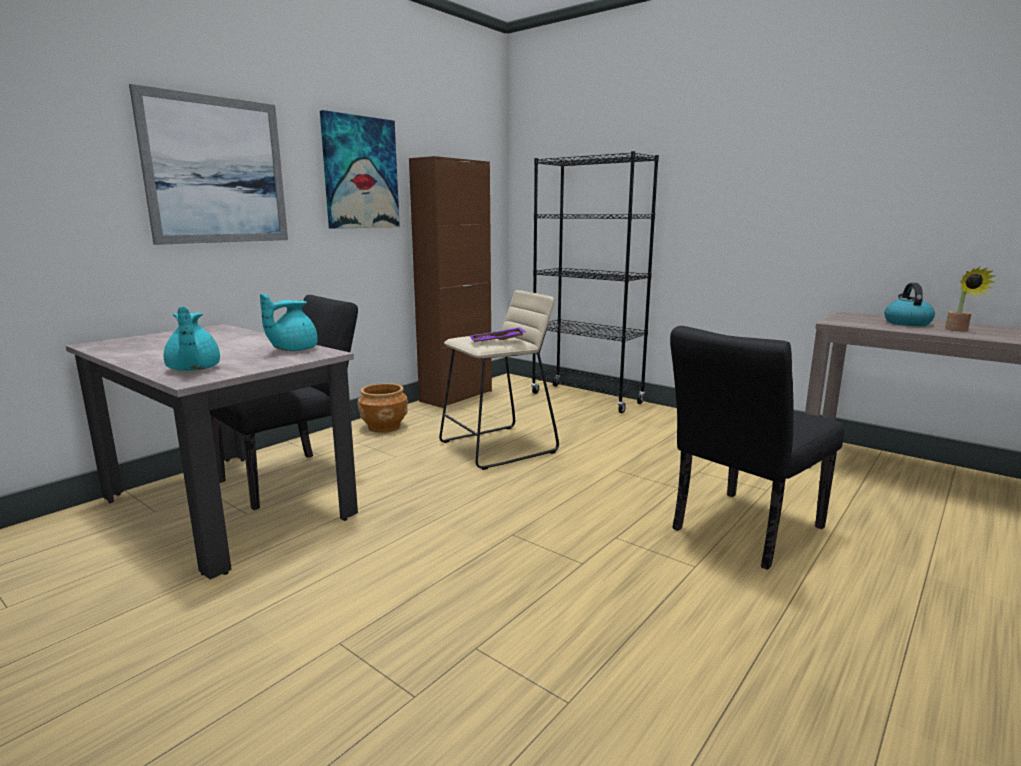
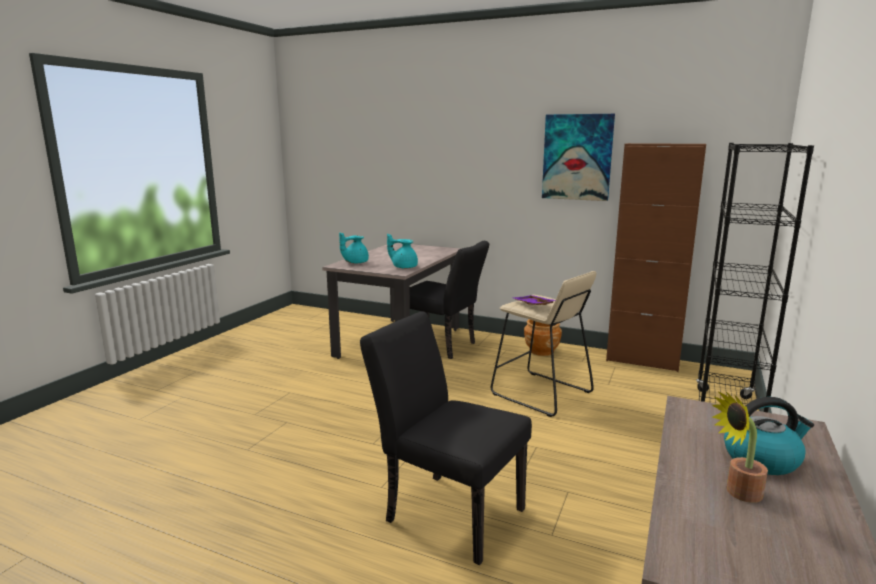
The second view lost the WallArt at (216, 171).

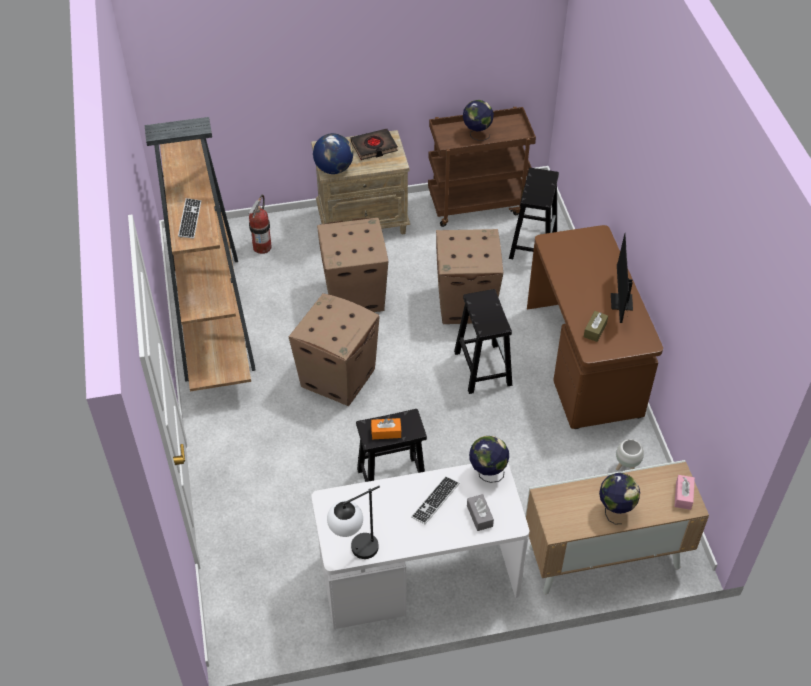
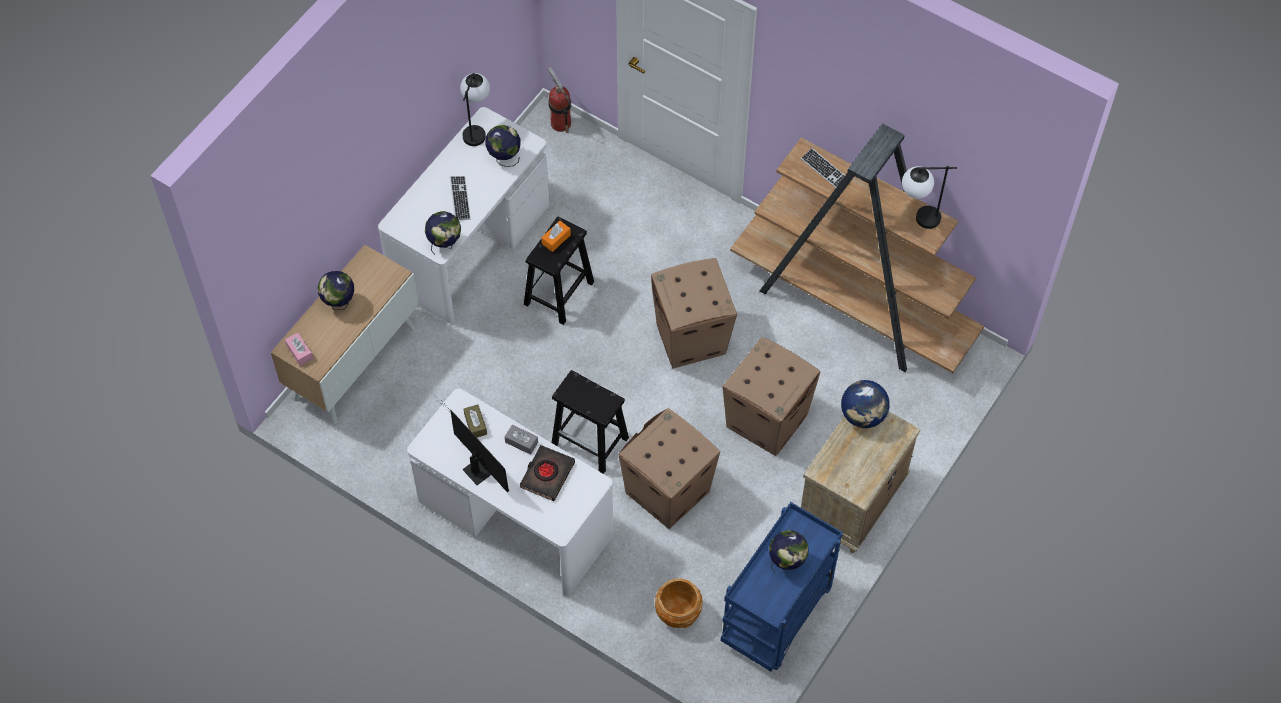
The second view lost the WhiteColouredPlanter at (626, 468).
The second view gained the Globe at (504, 158).
The second view gained the LampForATable at (917, 218).
The FireExtinguisher ended up elsewhere, having gone from (262, 247) to (560, 123).
The BlackColouredBook ended up elsewhere, having gone from (374, 147) to (547, 475).
The GrayTissueHolder ended up elsewhere, having gone from (479, 516) to (521, 442).
Where the BlackColouredSittingStool stood at (533, 243), the BrownPlanter came to stand at (678, 613).
What was the BrownWheeledCart at (477, 203) turned into the BlueWheeledCart at (777, 617).
What was the BrownDeskTable at (584, 361) turned into the WhiteColouredDeskTable at (514, 519).

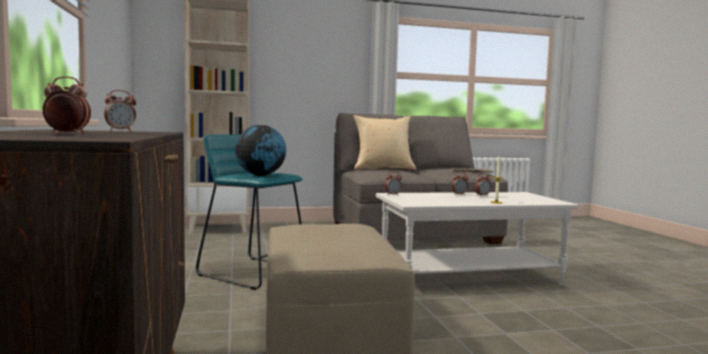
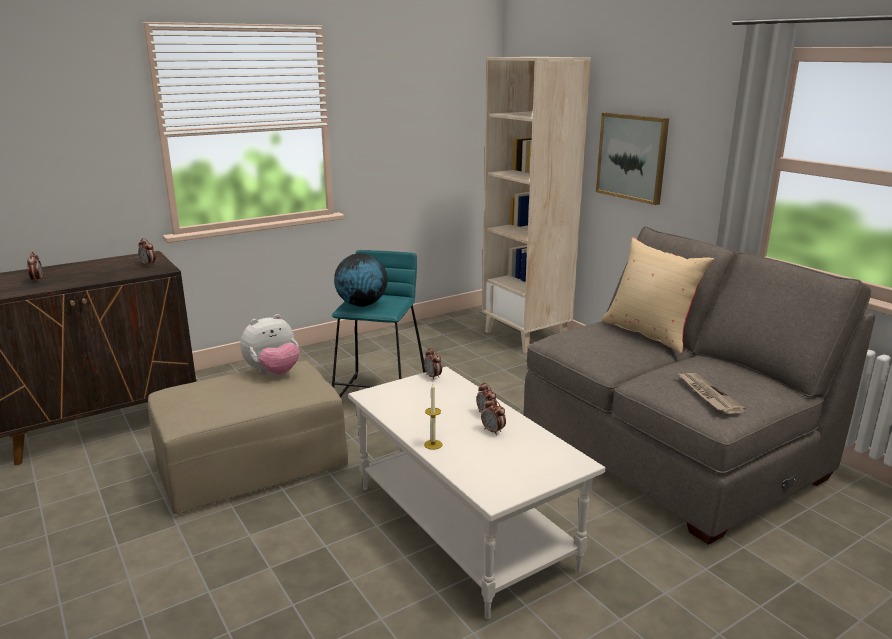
The second view gained the SoftToy at (273, 373).
The second view gained the WallArt at (632, 157).

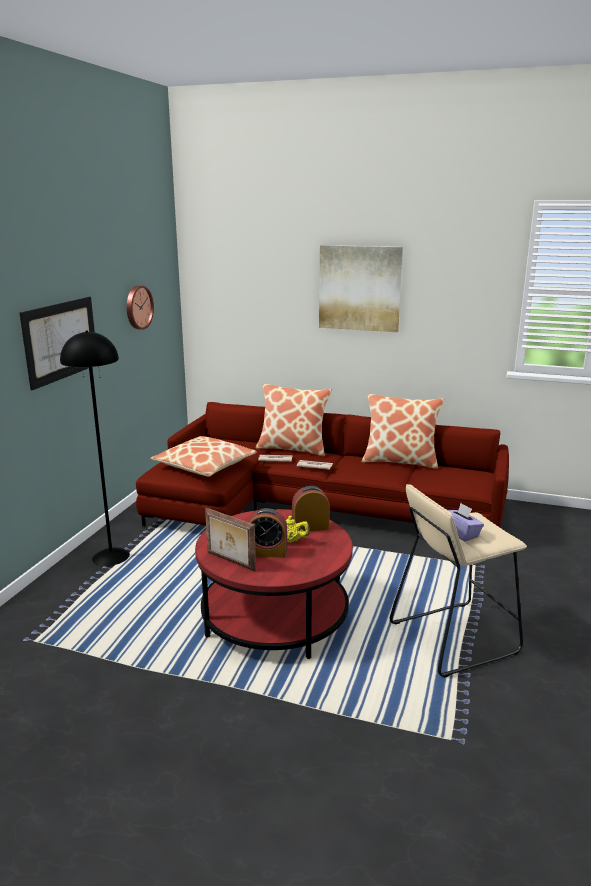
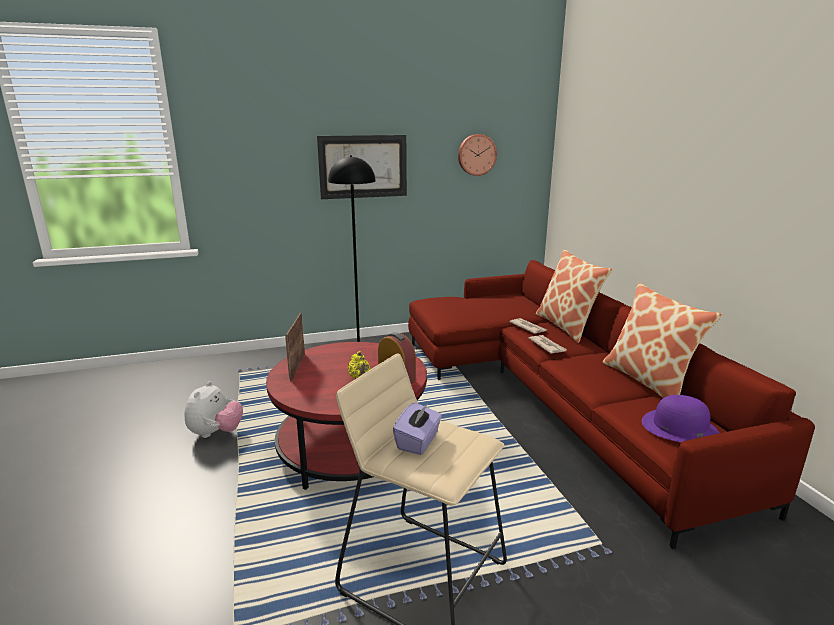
The second view lost the Pillow at (204, 465).
The second view lost the AlarmClock at (267, 552).
The second view lost the WallArt at (359, 288).
The second view gained the SoftToy at (216, 433).
The second view gained the PurpleColouredWearableHat at (679, 428).

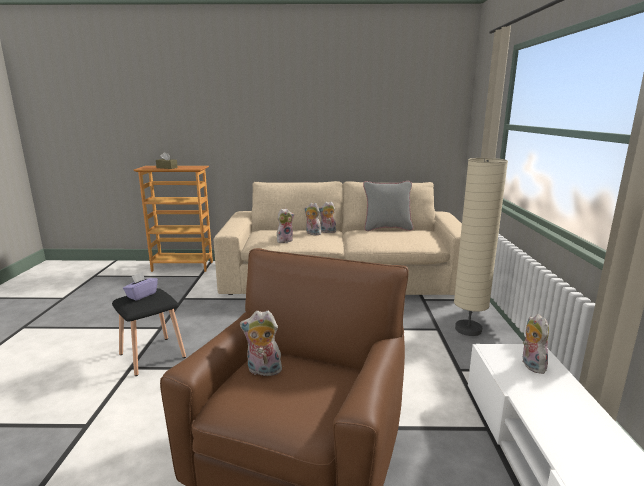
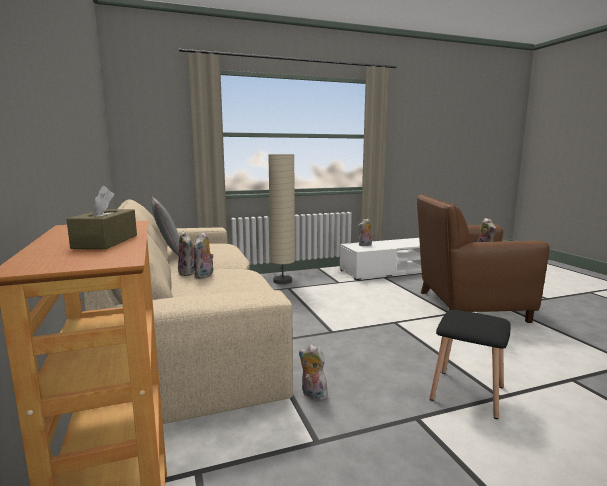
The second view lost the PurpleColouredTissueHolder at (141, 295).
The SoftToy ended up elsewhere, having gone from (285, 240) to (312, 395).

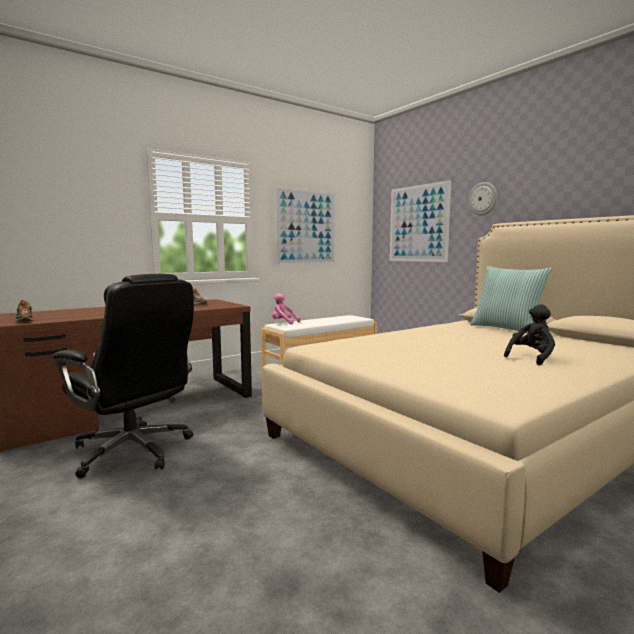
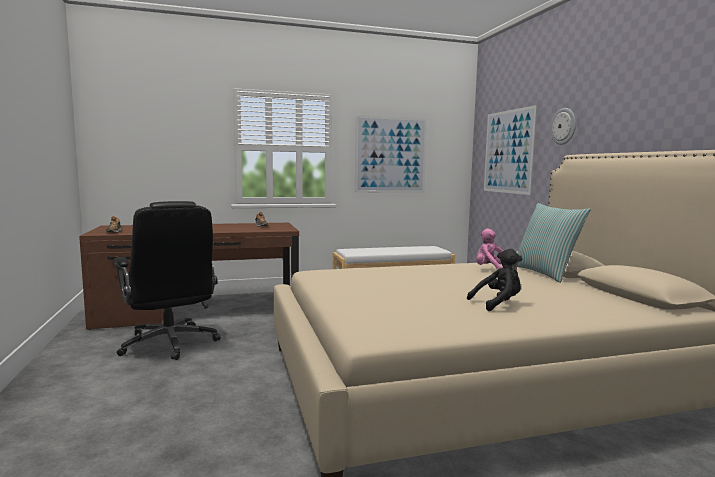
The PinkColouredSoftToy ended up elsewhere, having gone from (283, 323) to (491, 270).

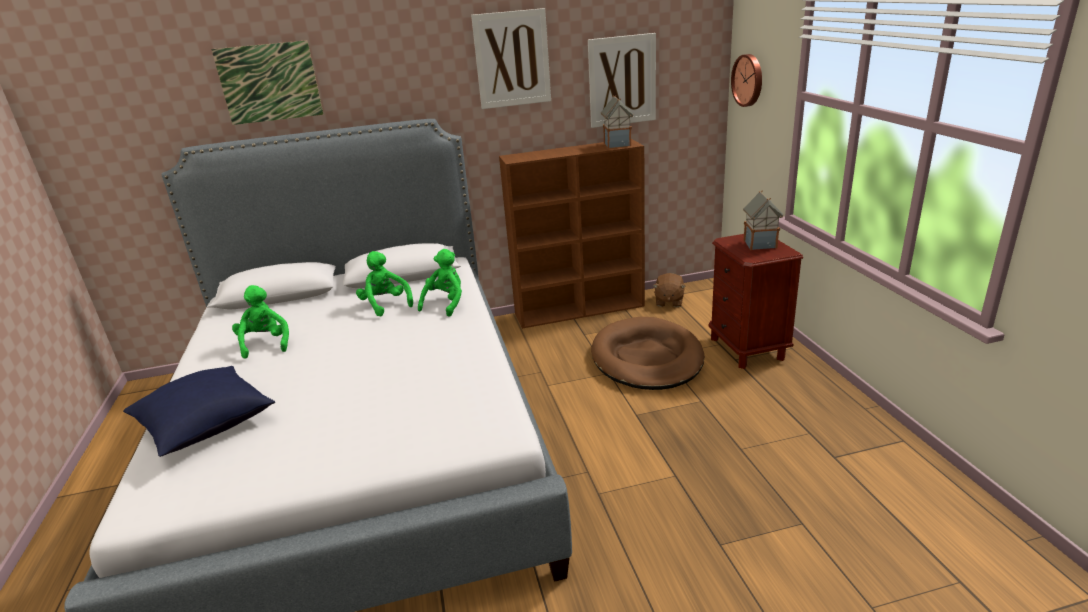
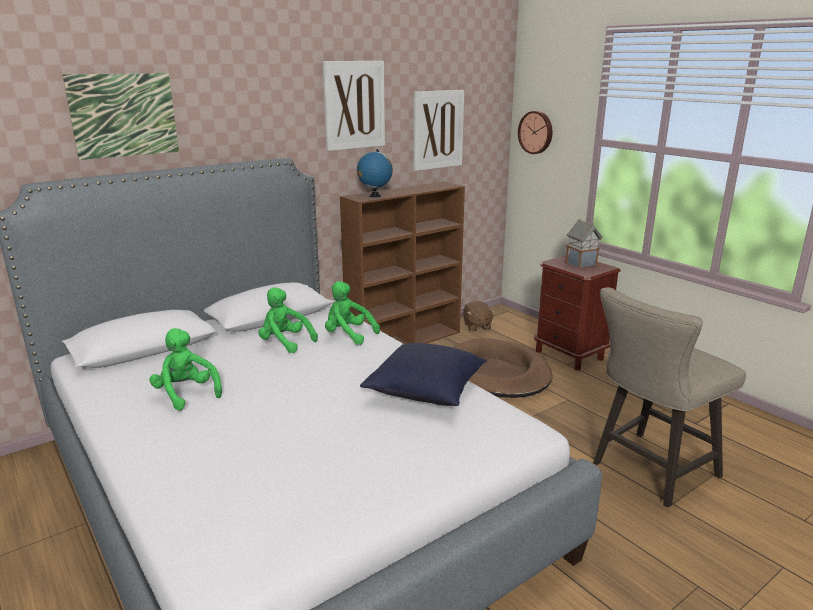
The second view lost the MiniatureHouse at (617, 145).
The second view gained the Globe at (375, 196).
The second view gained the BeigeSittingStool at (649, 472).
The BluePillow ended up elsewhere, having gone from (206, 426) to (426, 392).
The GreenishSoftToy at (445, 303) ended up facing another way, 60 degrees counterclockwise from before.

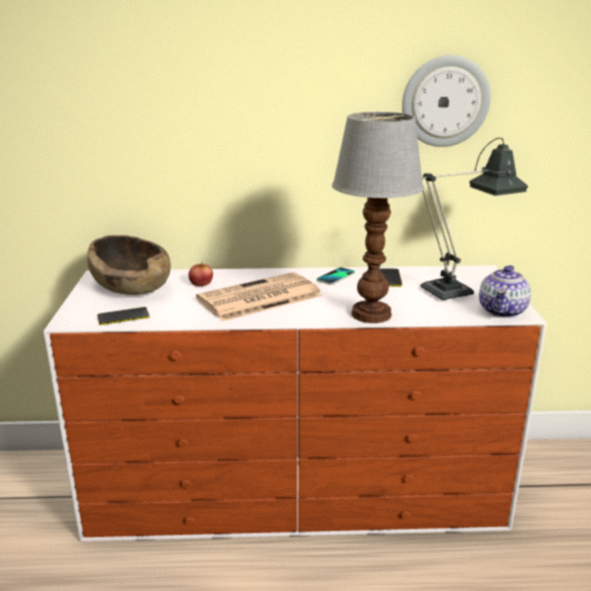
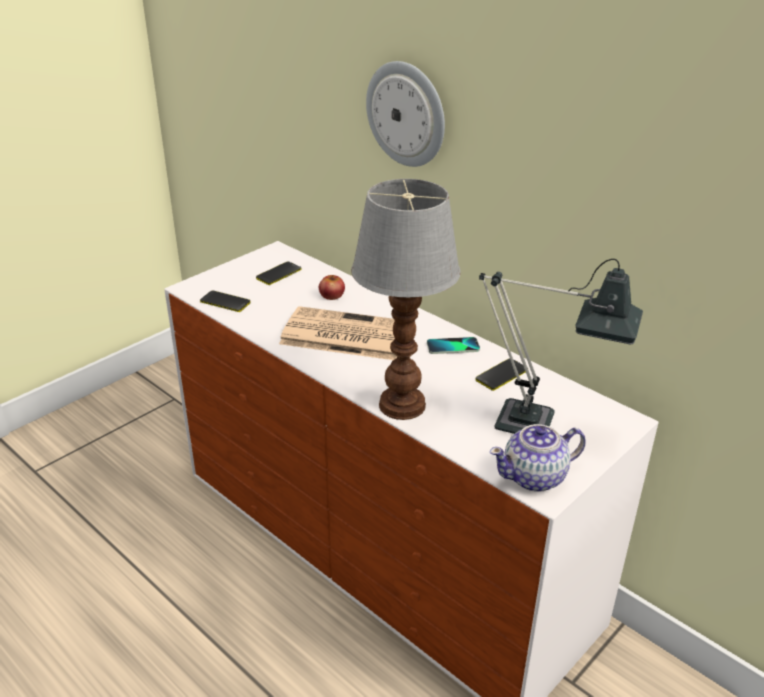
The ClockOnTheWall ended up elsewhere, having gone from (445, 101) to (406, 114).
Where the BrownBowl stood at (132, 286), the Handset came to stand at (279, 274).

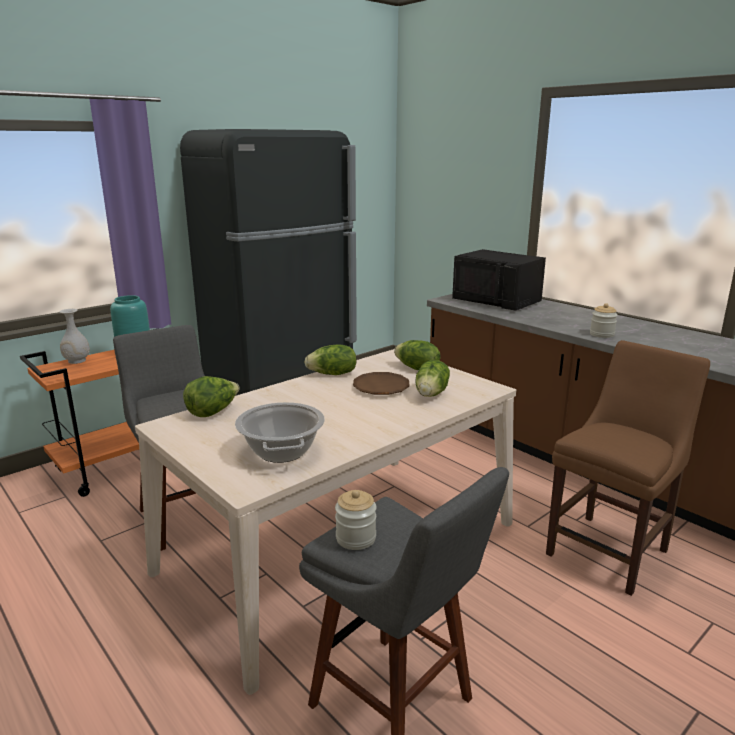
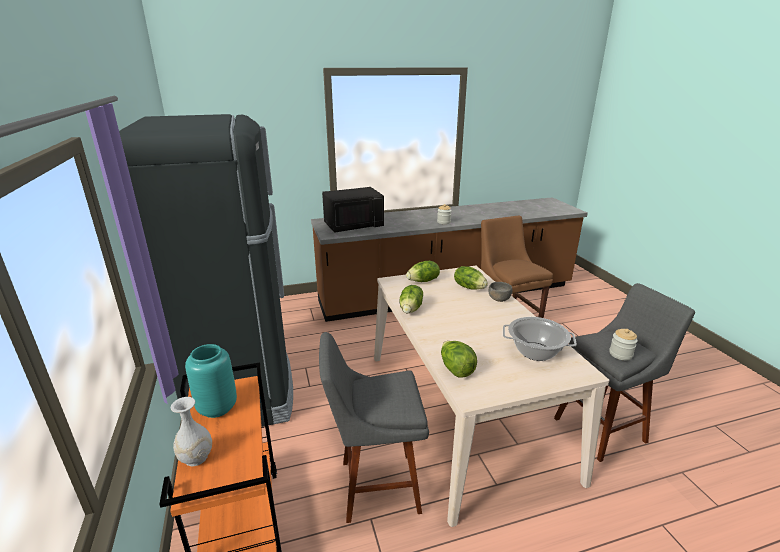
The second view lost the BrownPlate at (381, 387).
The second view gained the GrayBowl at (499, 299).

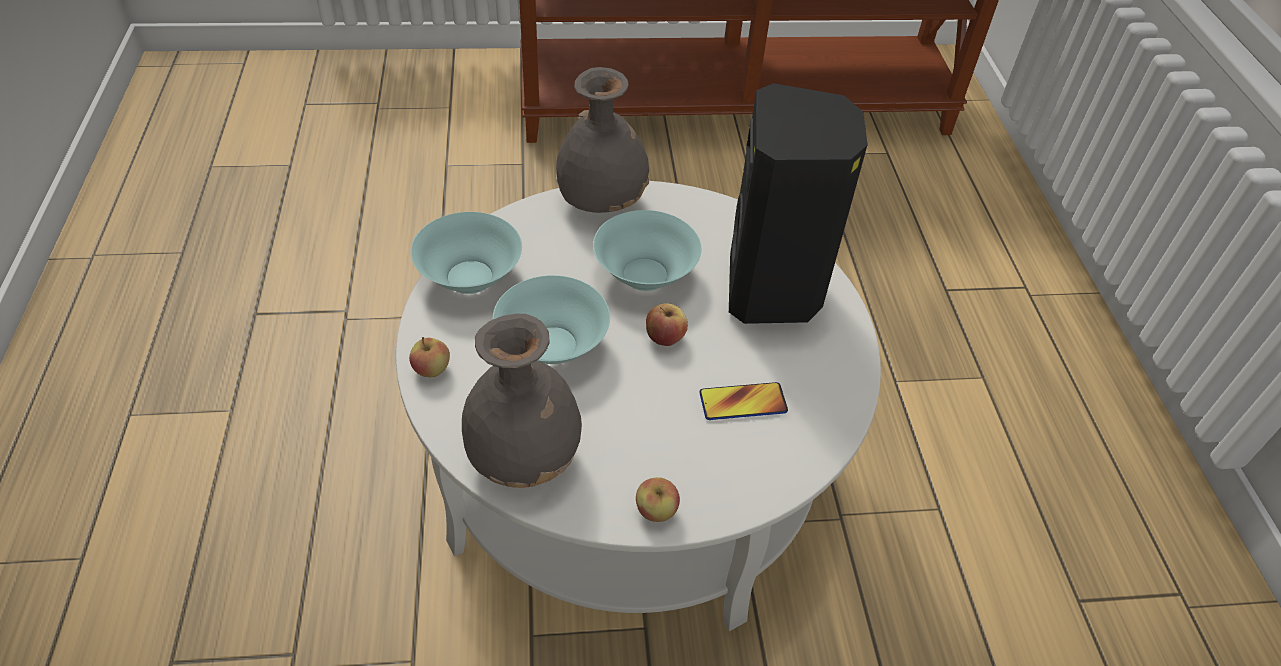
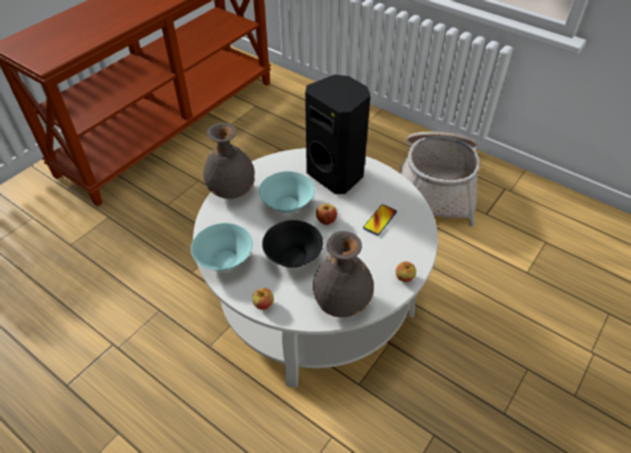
The second view gained the Basket at (436, 186).
What was the BlueGreenBowl at (552, 344) turned into the BlackColouredBowl at (292, 256).

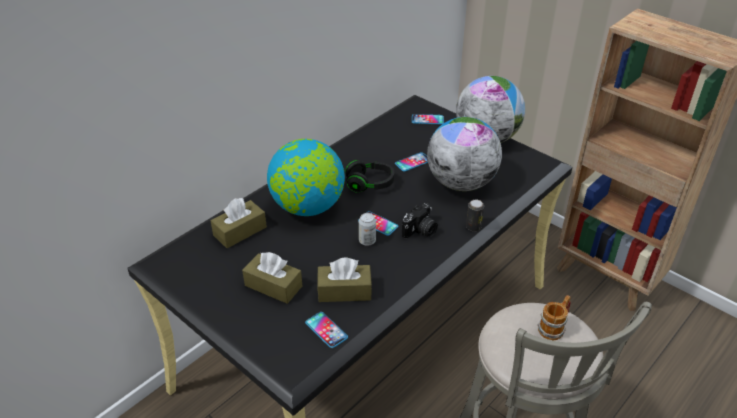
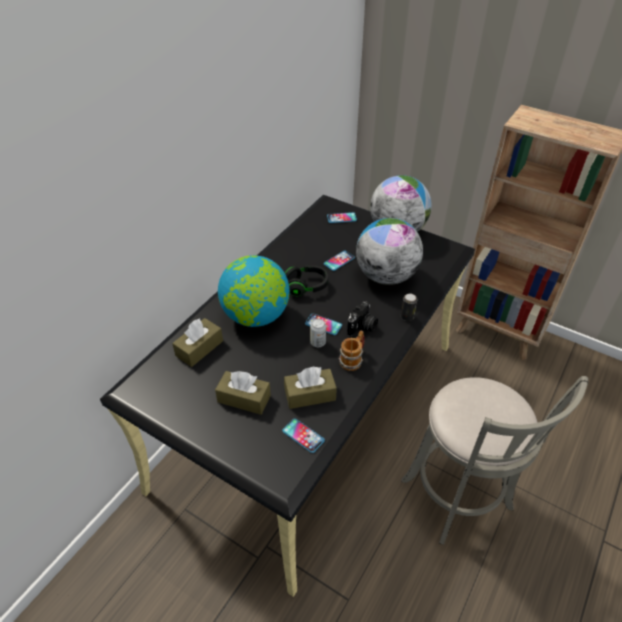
The TeaMug ended up elsewhere, having gone from (554, 327) to (353, 359).

